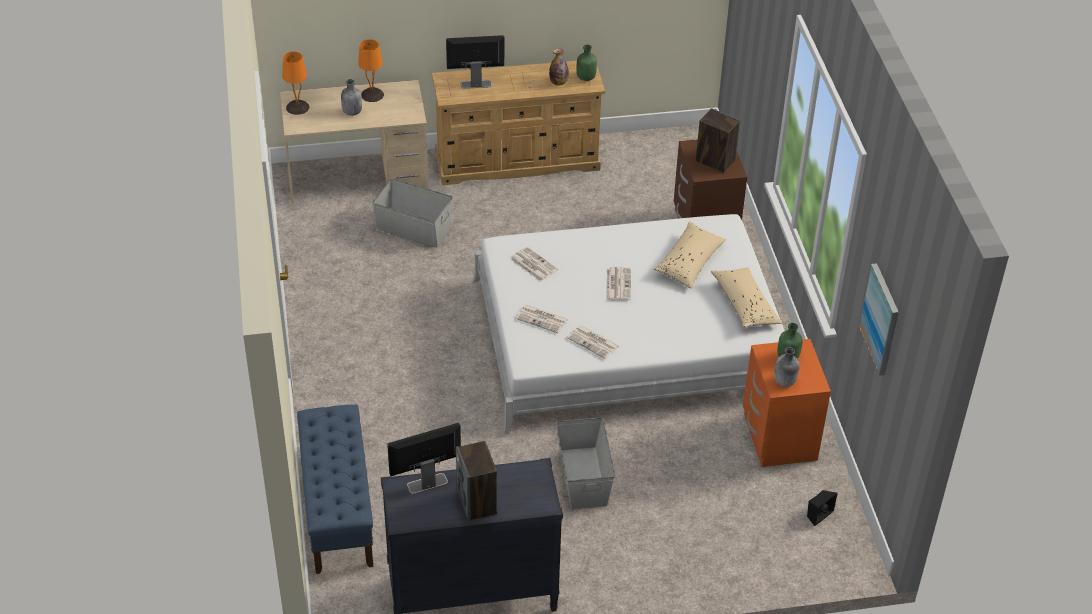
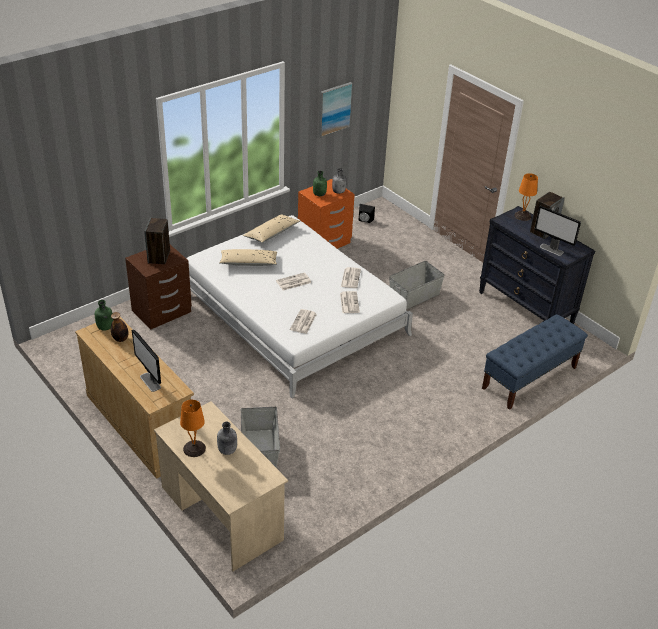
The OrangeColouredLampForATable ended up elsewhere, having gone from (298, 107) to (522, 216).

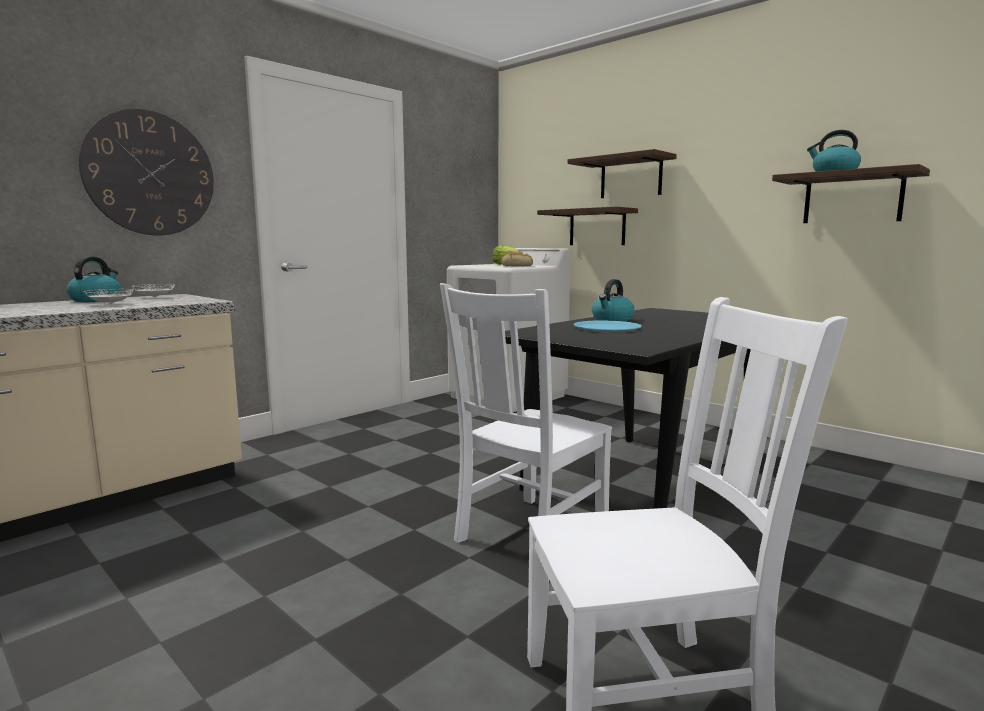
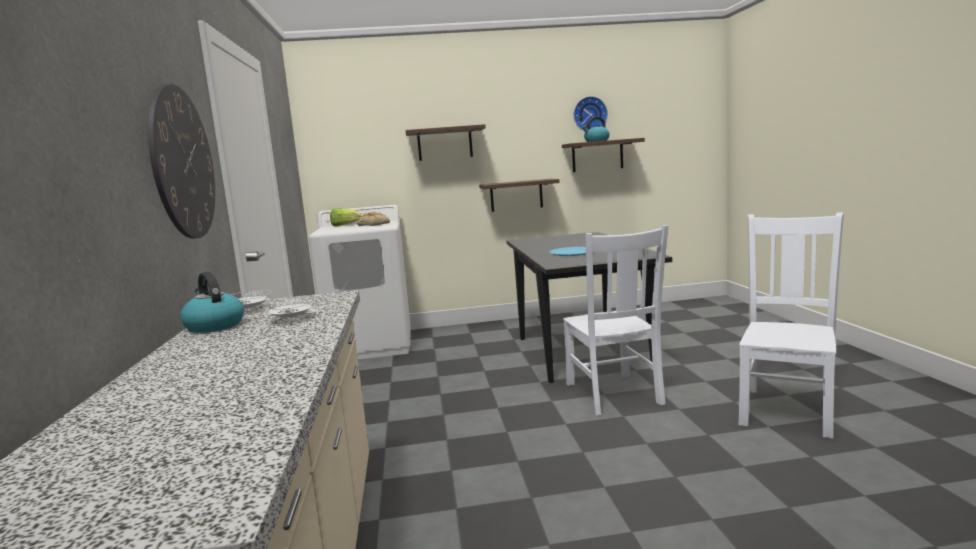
The second view lost the Kettle at (612, 319).
The second view gained the ClockOnTheWall at (589, 114).
The BracketShelf ended up elsewhere, having gone from (597, 227) to (516, 195).

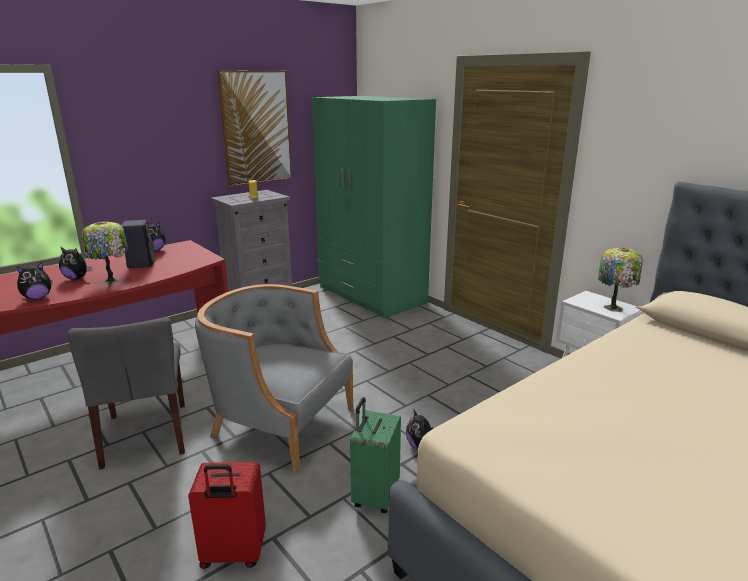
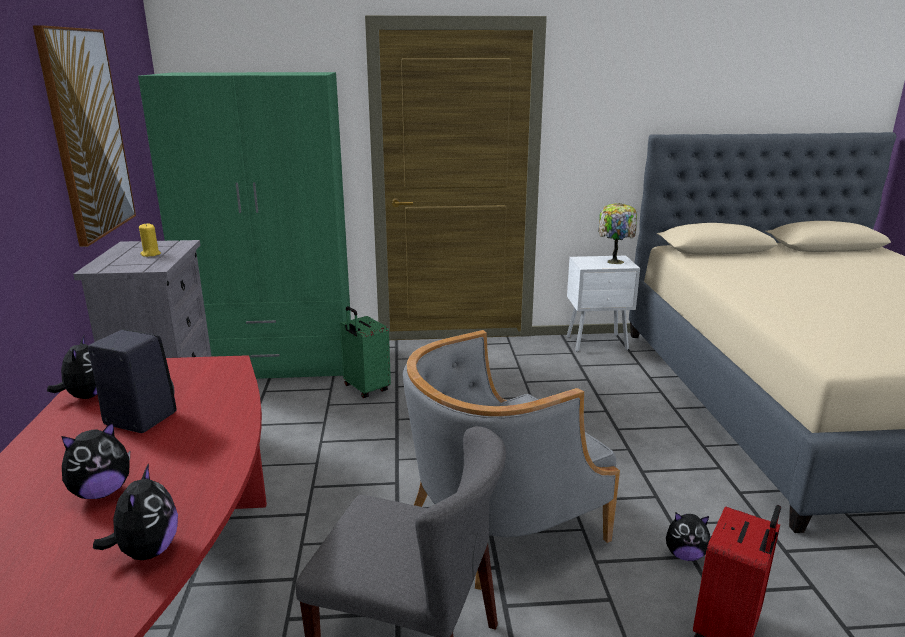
The second view lost the LampForATable at (112, 281).
The GreenishPieceOfLuggage ended up elsewhere, having gone from (374, 495) to (365, 389).
The SoftToy ended up elsewhere, having gone from (420, 446) to (684, 555).

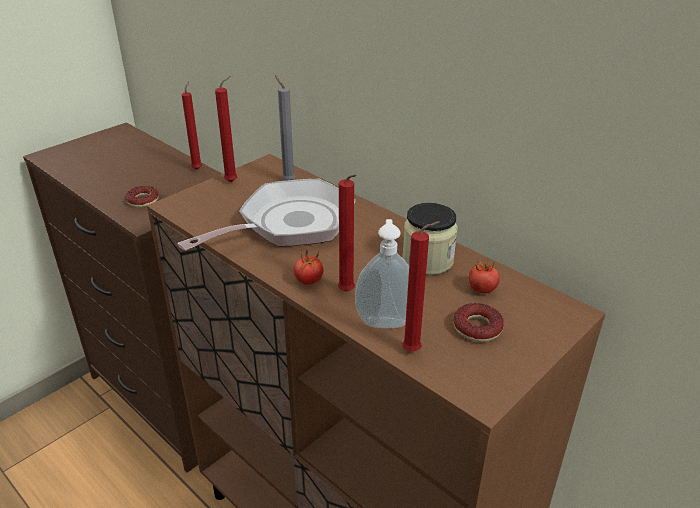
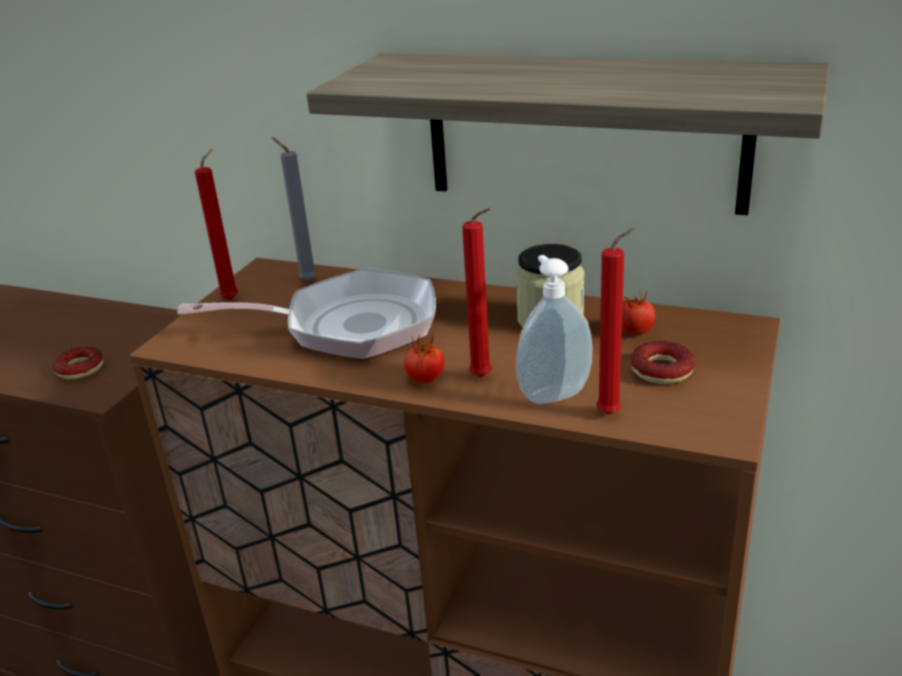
The second view lost the RedCandle at (198, 168).
The second view gained the BracketShelf at (583, 131).
The Pan at (289, 224) ended up facing another way, 60 degrees clockwise from before.

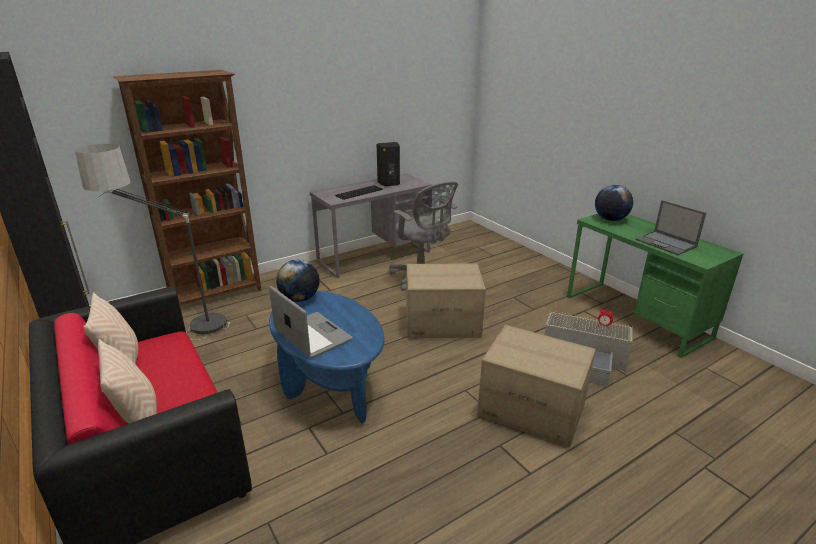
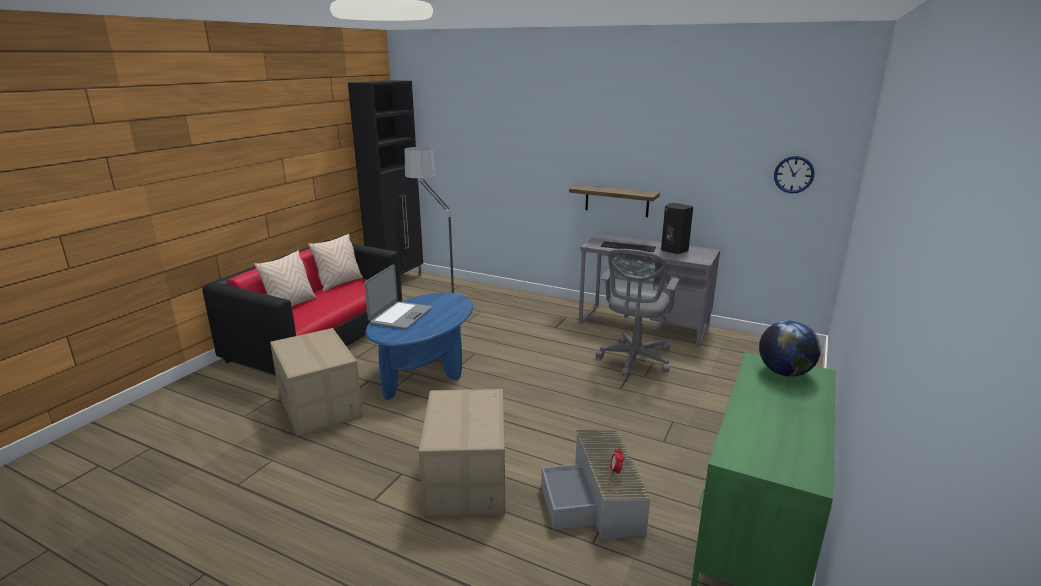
The second view lost the BrownBookshelf at (217, 294).
The second view lost the Globe at (300, 299).
The second view lost the PortableComputer at (666, 243).
The second view gained the BracketShelf at (616, 200).
The second view gained the ClockOnTheWall at (793, 174).
The PackingBox ended up elsewhere, having gone from (442, 322) to (321, 406).

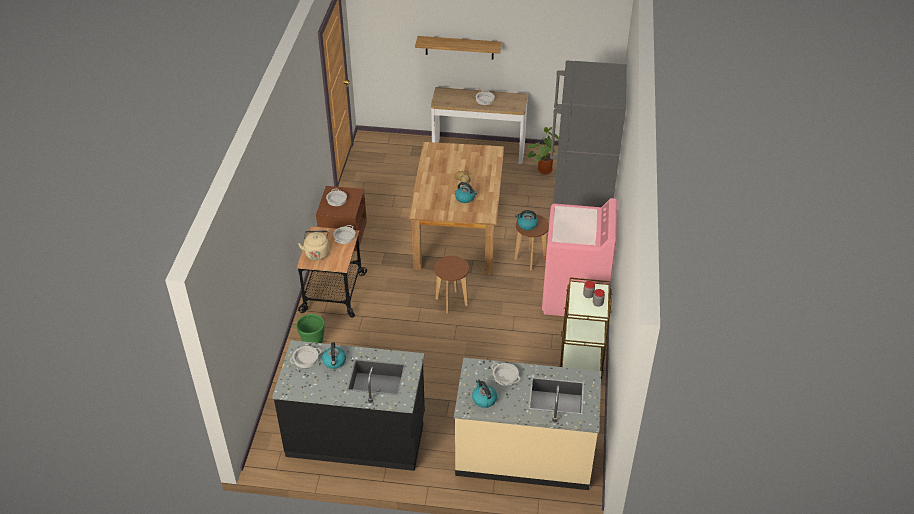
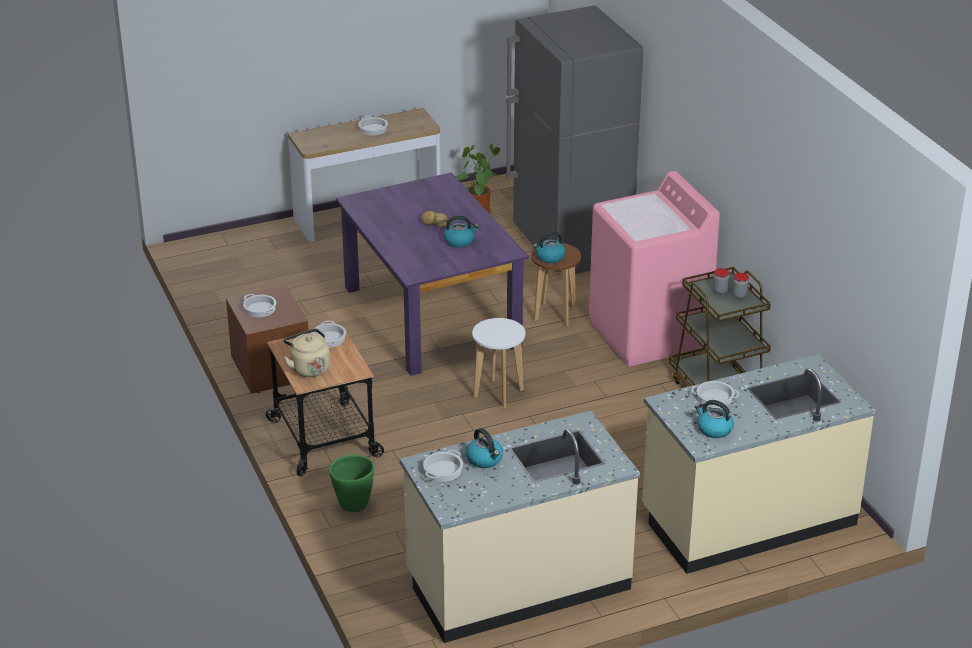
The second view lost the BracketShelf at (459, 47).
What was the BlackColouredKitchenBaseUnit at (356, 435) turned into the BeigeKitchenBaseUnit at (517, 582).
What was the BrownKitchenTable at (457, 232) turned into the PurpleColouredKitchenTable at (430, 316).
What was the BrownSittingStool at (451, 302) turned into the WhiteColouredSittingStool at (498, 394).

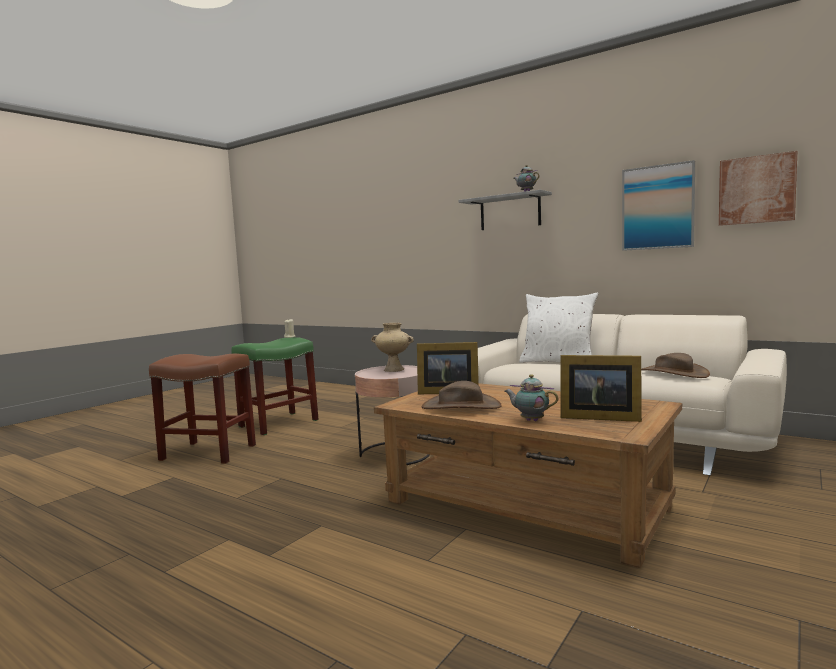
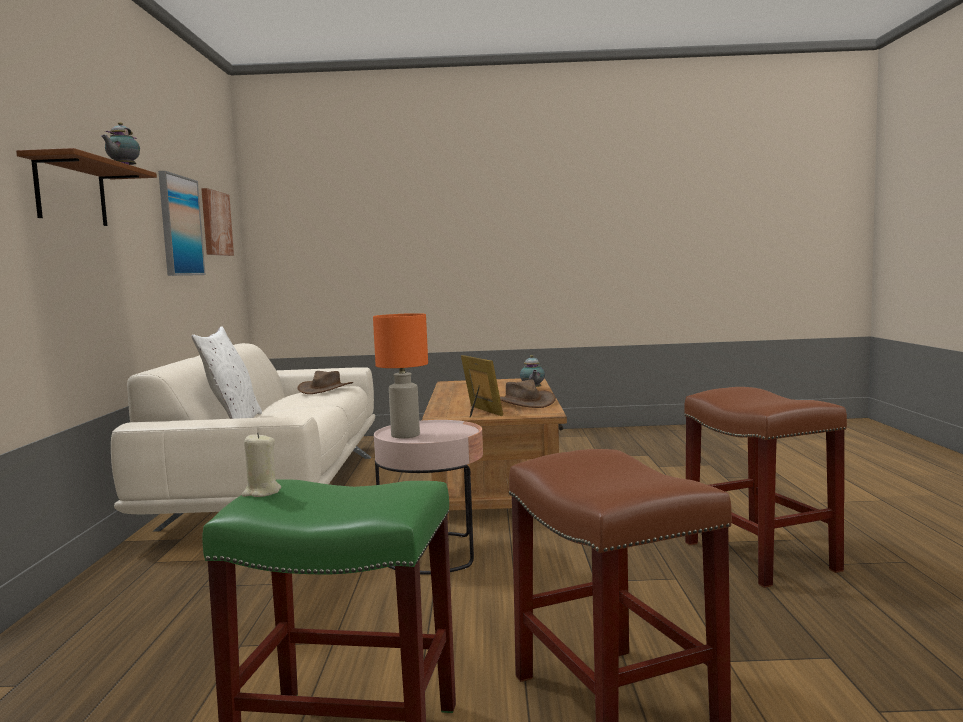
The second view lost the PhotoFrame at (597, 417).
The second view gained the BrownSittingStool at (761, 557).
Where the BeigeVase stood at (394, 369), the OrangeColouredLampForATable came to stand at (404, 435).
What was the GrayBracketShelf at (510, 212) turned into the BrownBracketShelf at (71, 193).

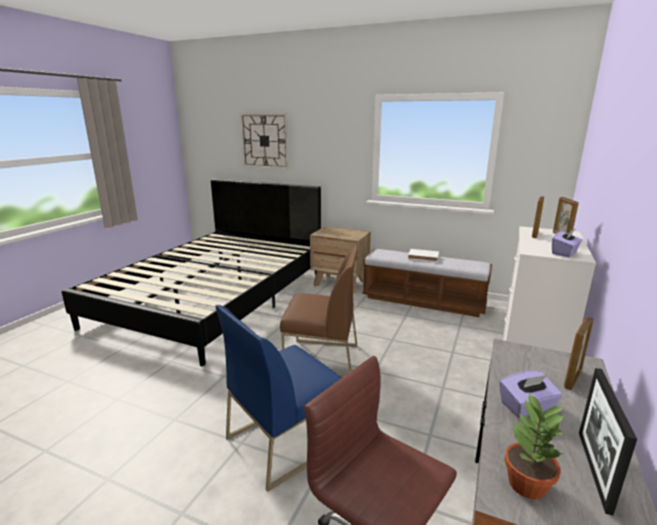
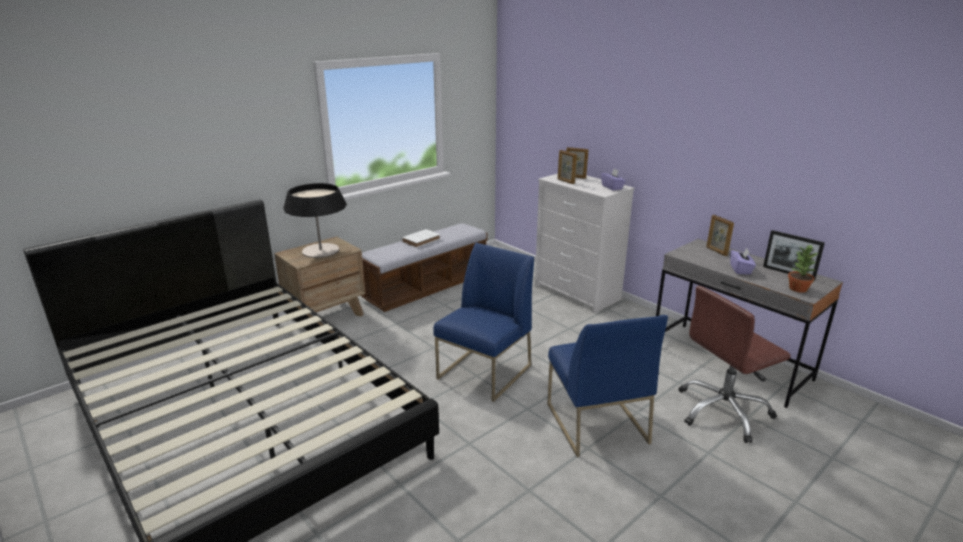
The second view lost the ClockOnTheWall at (265, 141).
The second view gained the LampForATable at (320, 250).
What was the BrownUprightChair at (321, 359) turned into the BlueUprightChair at (485, 372).

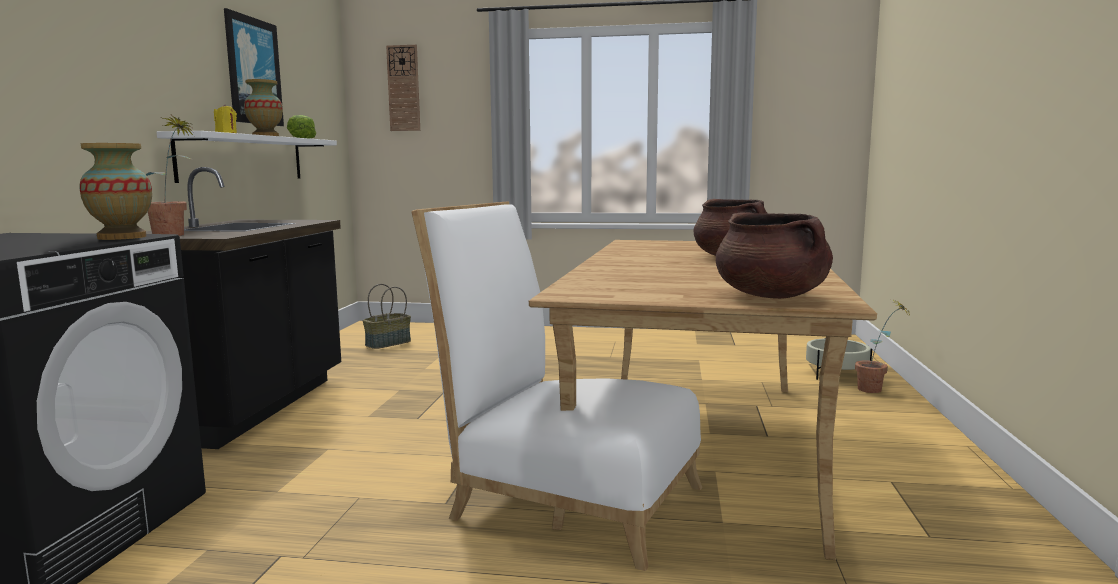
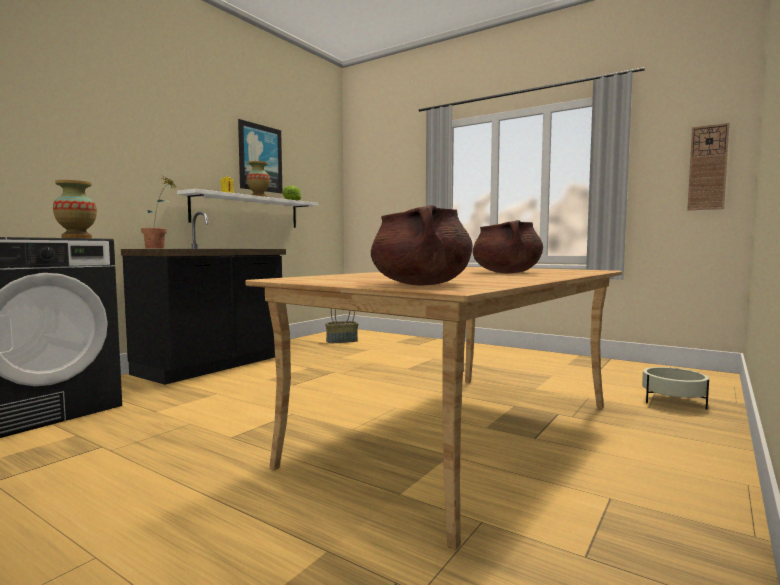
The second view lost the WhiteColouredUprightChair at (565, 498).
The second view lost the PottedPlant at (877, 390).
The ClockOnTheWall ended up elsewhere, having gone from (403, 88) to (707, 168).

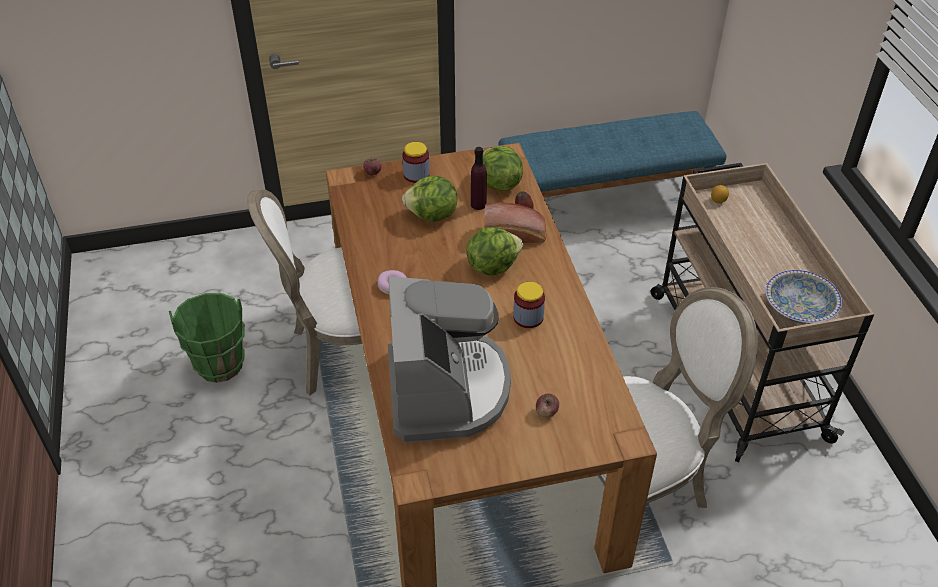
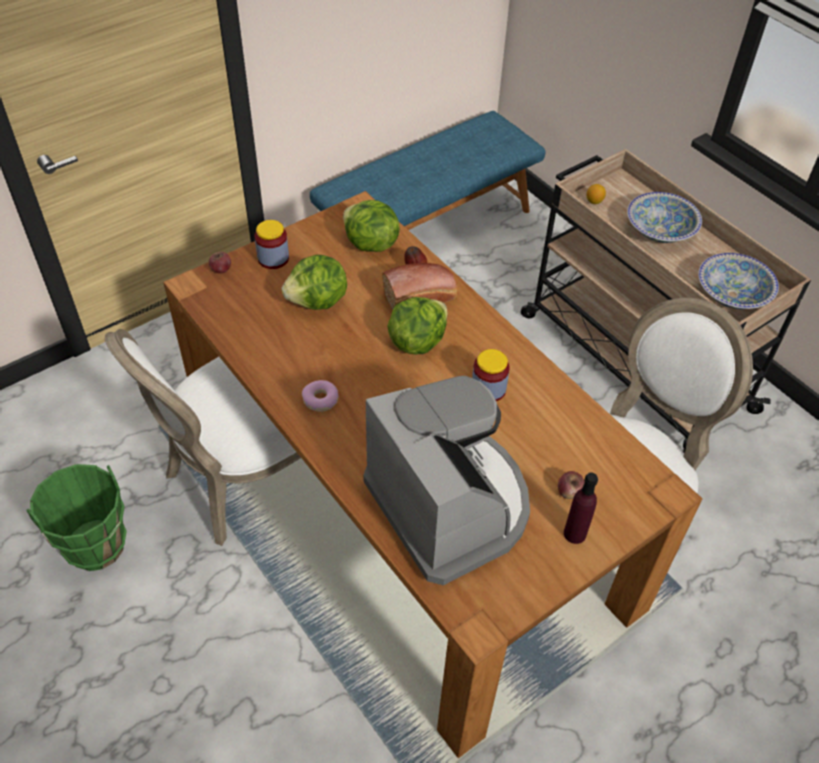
The second view gained the Bowl at (660, 230).
The PurpleColouredBottle ended up elsewhere, having gone from (478, 204) to (575, 533).

